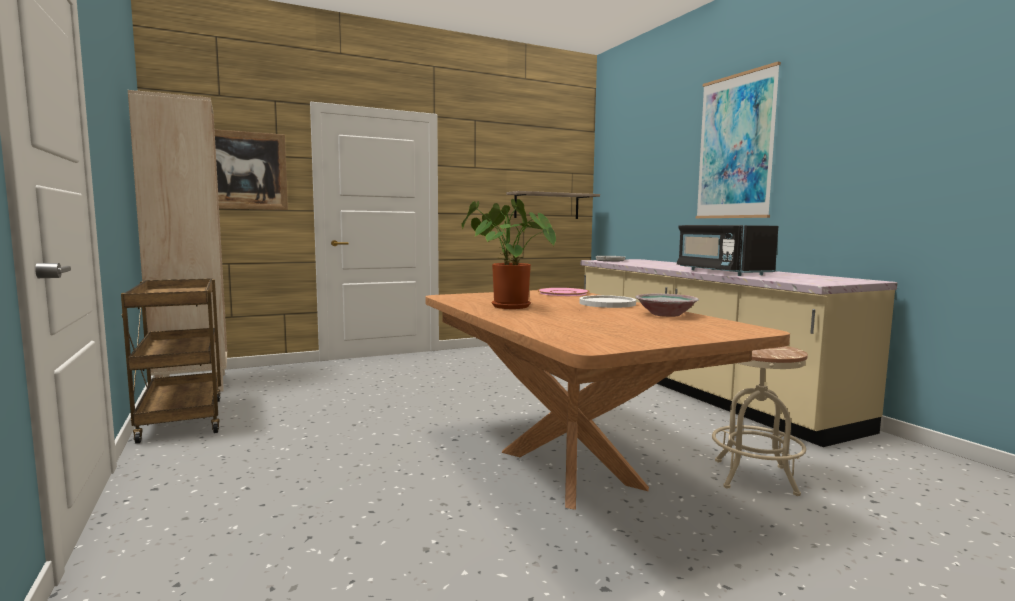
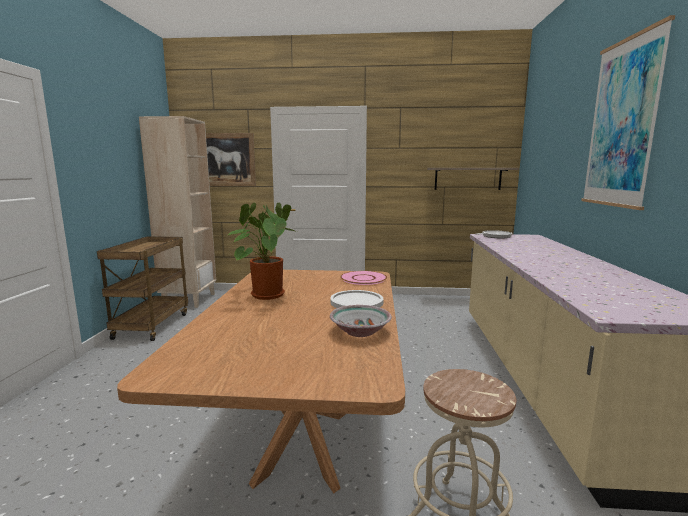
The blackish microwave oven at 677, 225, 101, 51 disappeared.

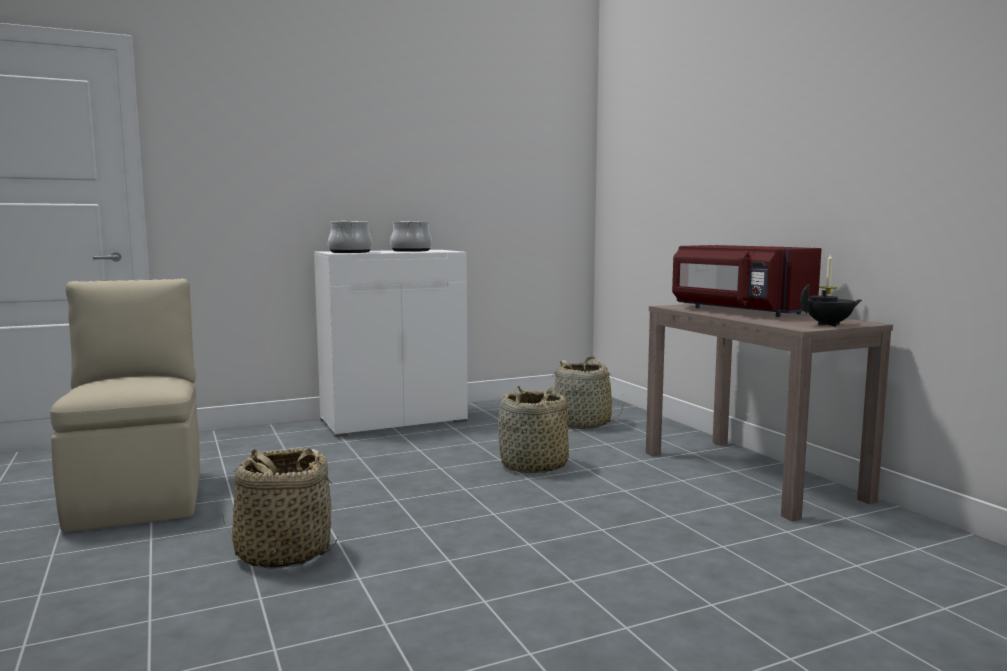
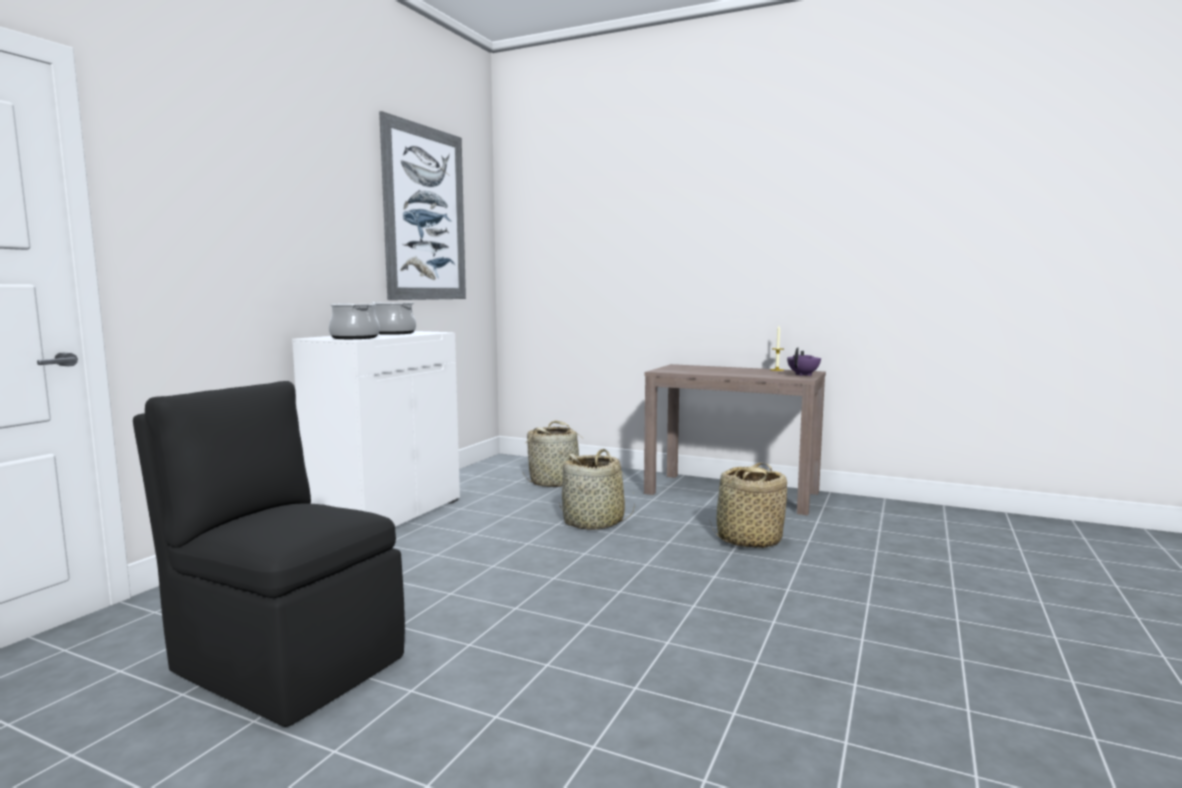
The sand-coloured chair at 50, 279, 150, 253 became the blackish chair at 133, 381, 272, 346.
The basket moved from 221, 448, 118, 121 to 710, 463, 77, 86.
The reddish microwave oven at 672, 245, 149, 72 disappeared.
The blackish pot for tea at 800, 284, 62, 43 became the purplish pot for tea at 787, 347, 34, 29.
The wall art at 379, 111, 87, 189 appeared.

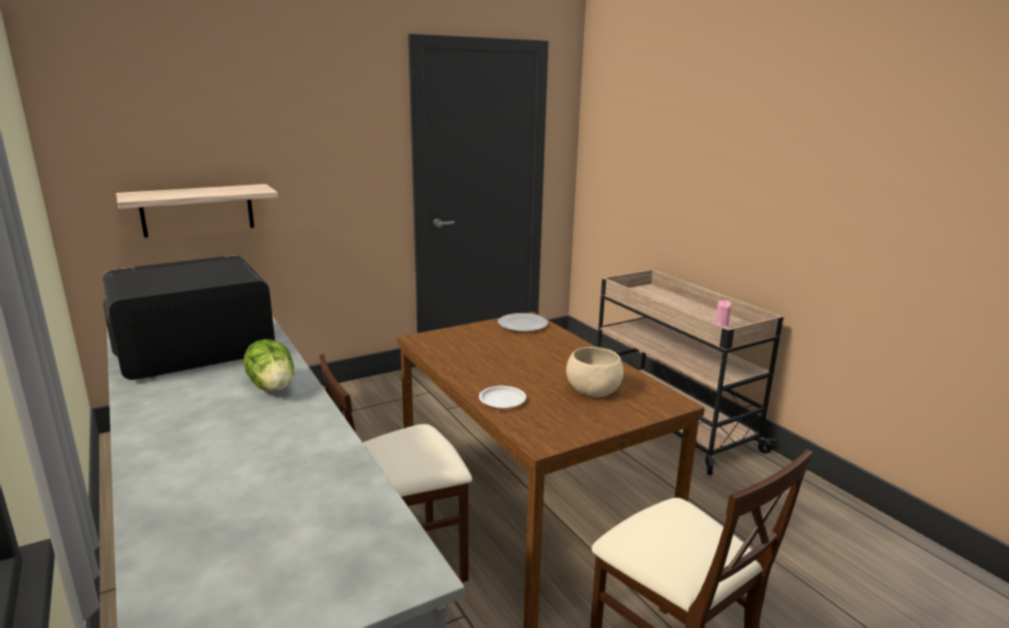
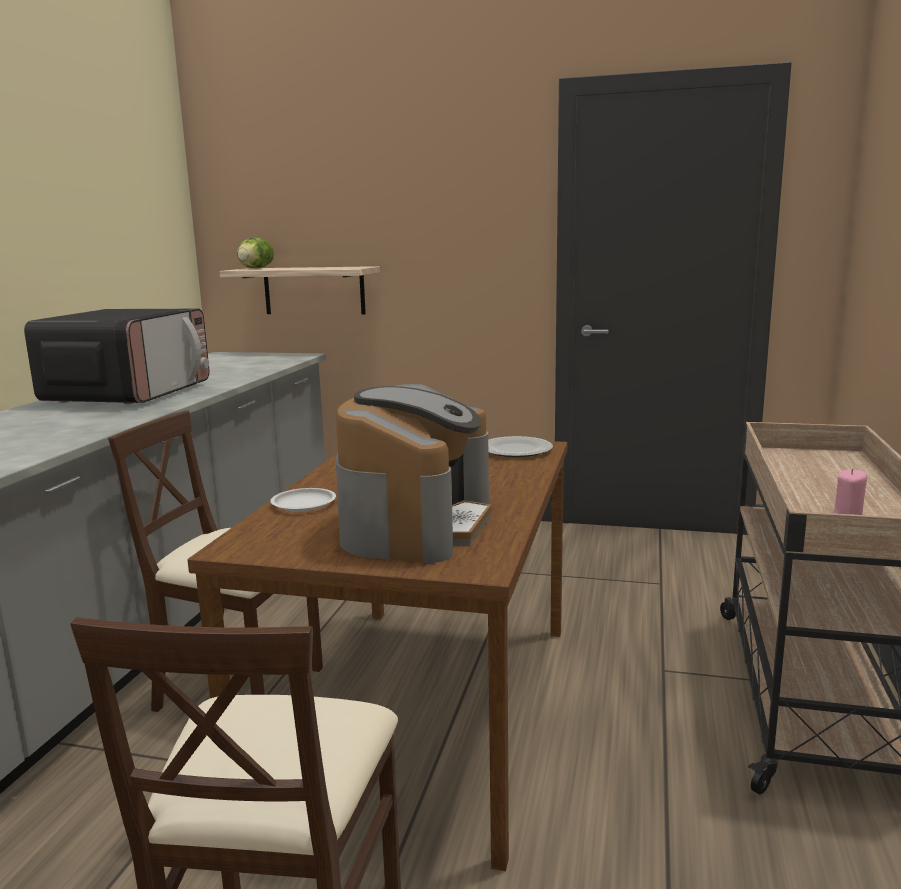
The microwave oven at 103, 255, 172, 125 turned 90 degrees clockwise.
The lettuce moved from 244, 339, 50, 53 to 237, 237, 37, 32.
The sand-coloured serving bowl at 566, 347, 58, 50 was replaced by the coffee brewer at 335, 384, 156, 179.

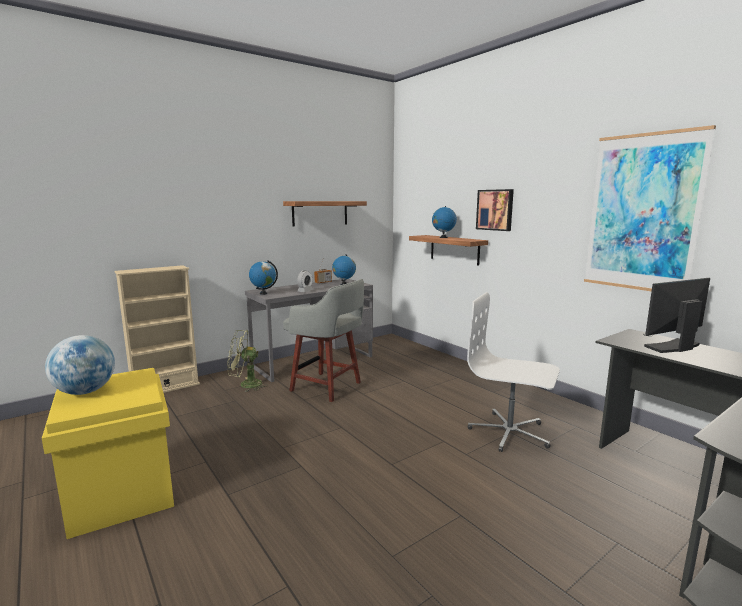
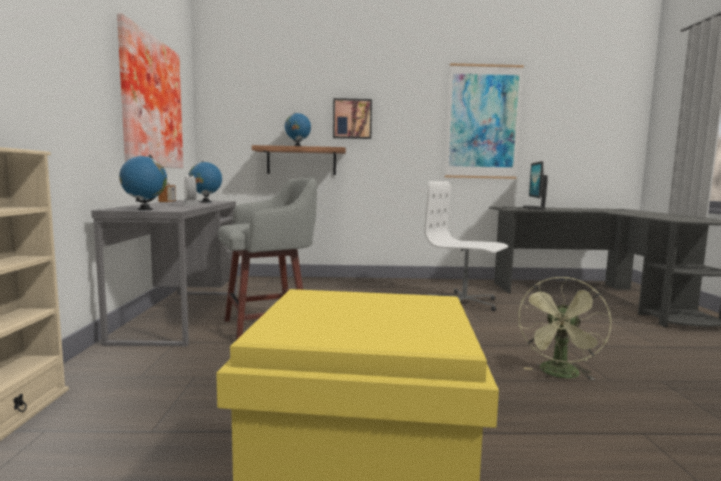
The world globe at 45, 335, 70, 60 disappeared.
The green-coloured cooling fan moved from 227, 330, 41, 62 to 518, 277, 93, 103.
The shelf at 283, 201, 84, 26 was replaced by the wall art at 117, 14, 66, 154.
The white desk chair at 467, 292, 93, 160 turned 60 degrees clockwise.

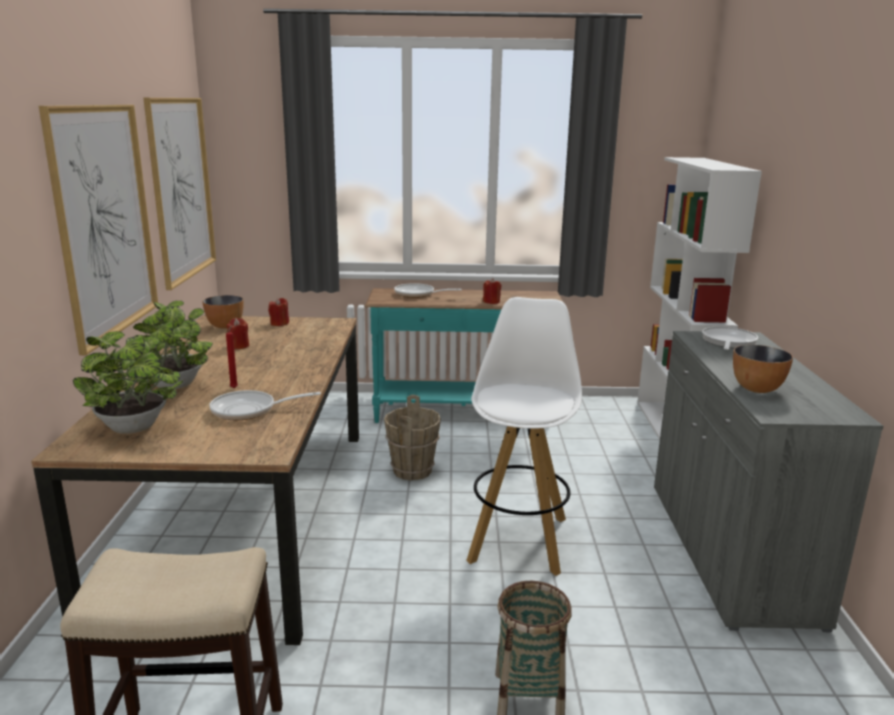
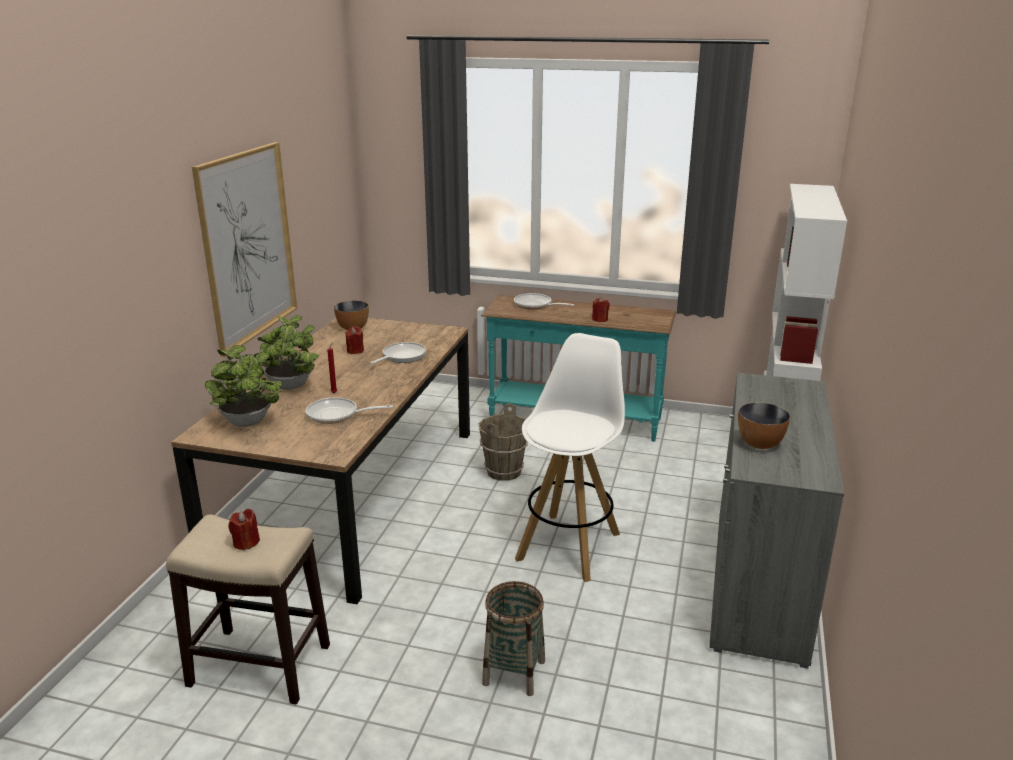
The wall art at 144, 98, 72, 192 disappeared.
The reddish wax candle moved from 268, 298, 21, 28 to 228, 509, 32, 41.
The pan moved from 702, 327, 56, 23 to 371, 342, 55, 22.

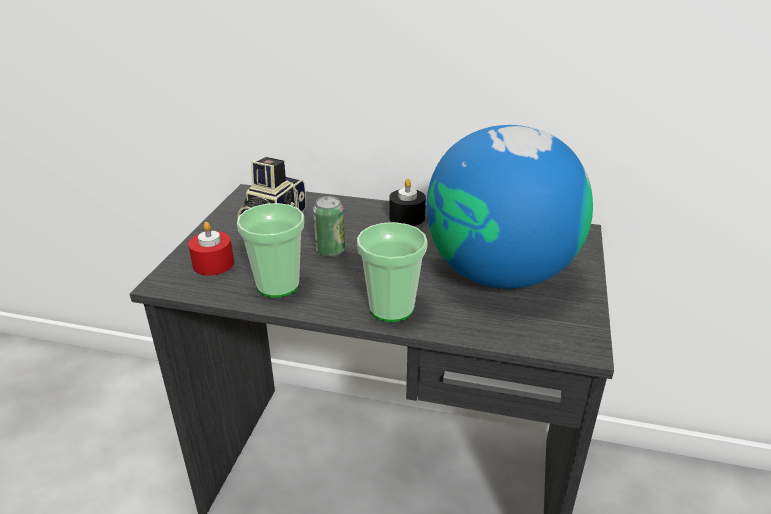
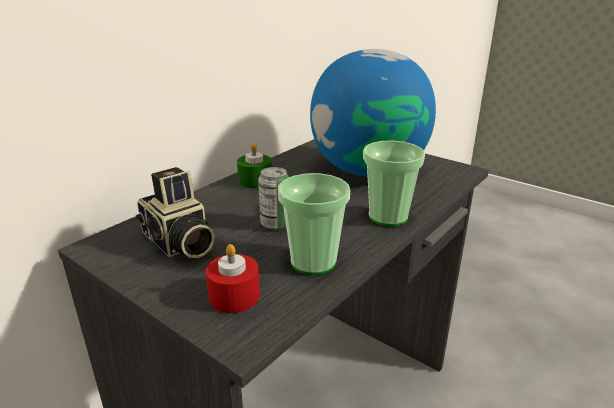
The blackish wax candle at 389, 179, 37, 47 became the green-coloured wax candle at 237, 143, 35, 45.

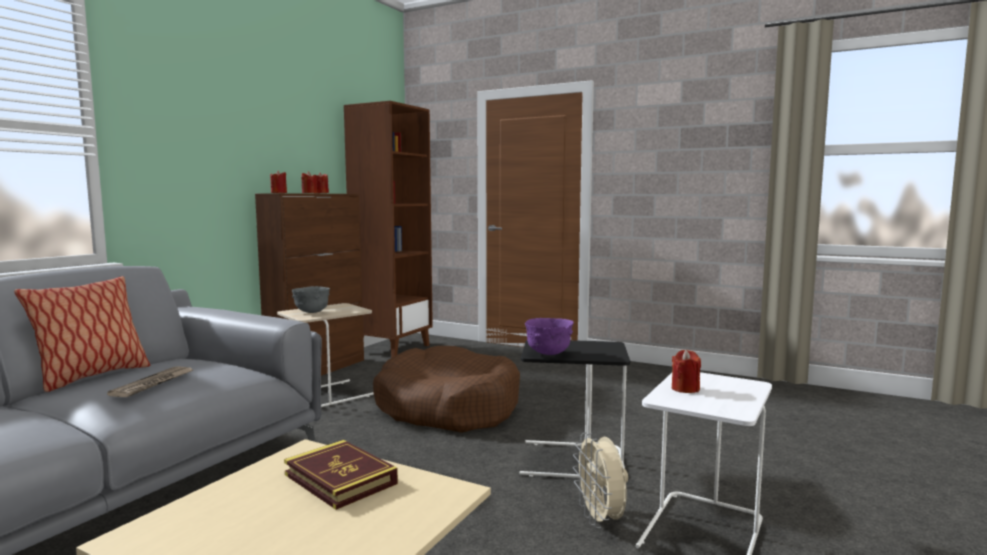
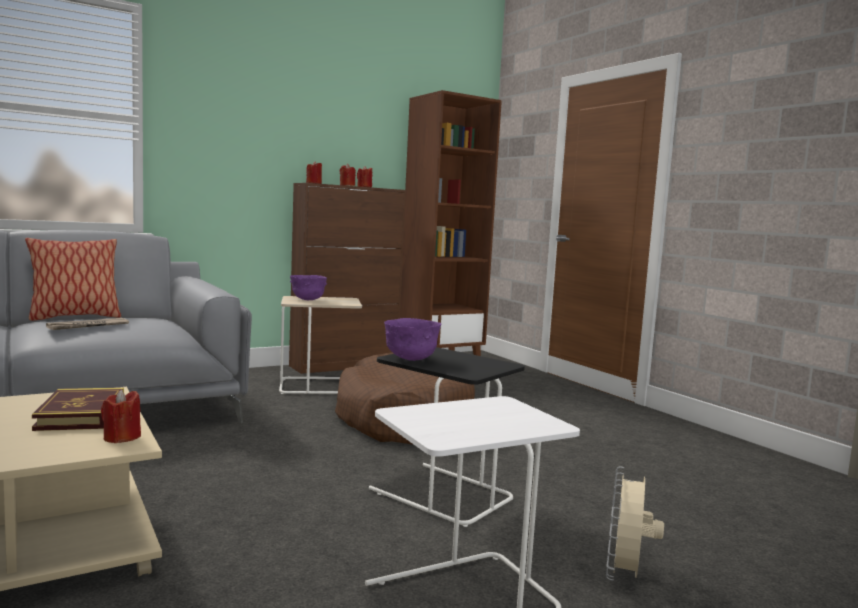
The gray serving bowl at 292, 286, 38, 27 became the purplish serving bowl at 290, 275, 37, 25.
The sand-coloured cooling fan moved from 573, 432, 55, 96 to 606, 466, 58, 115.
The reddish wax candle moved from 672, 350, 29, 43 to 101, 389, 40, 54.

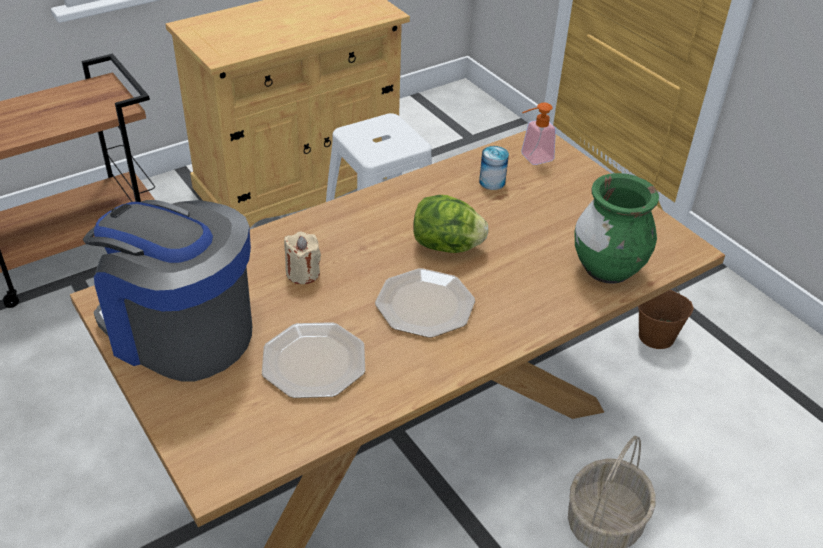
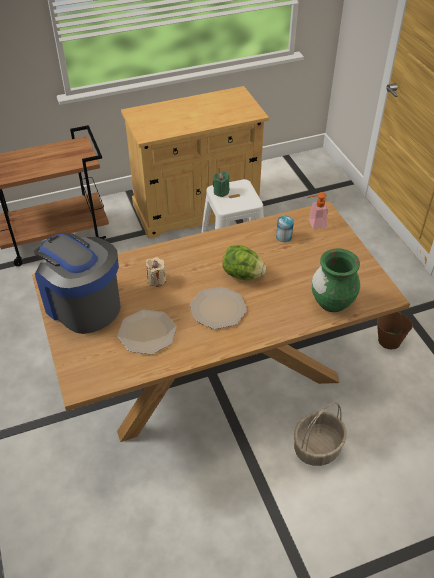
The green-coloured wax candle at 212, 171, 17, 26 appeared.

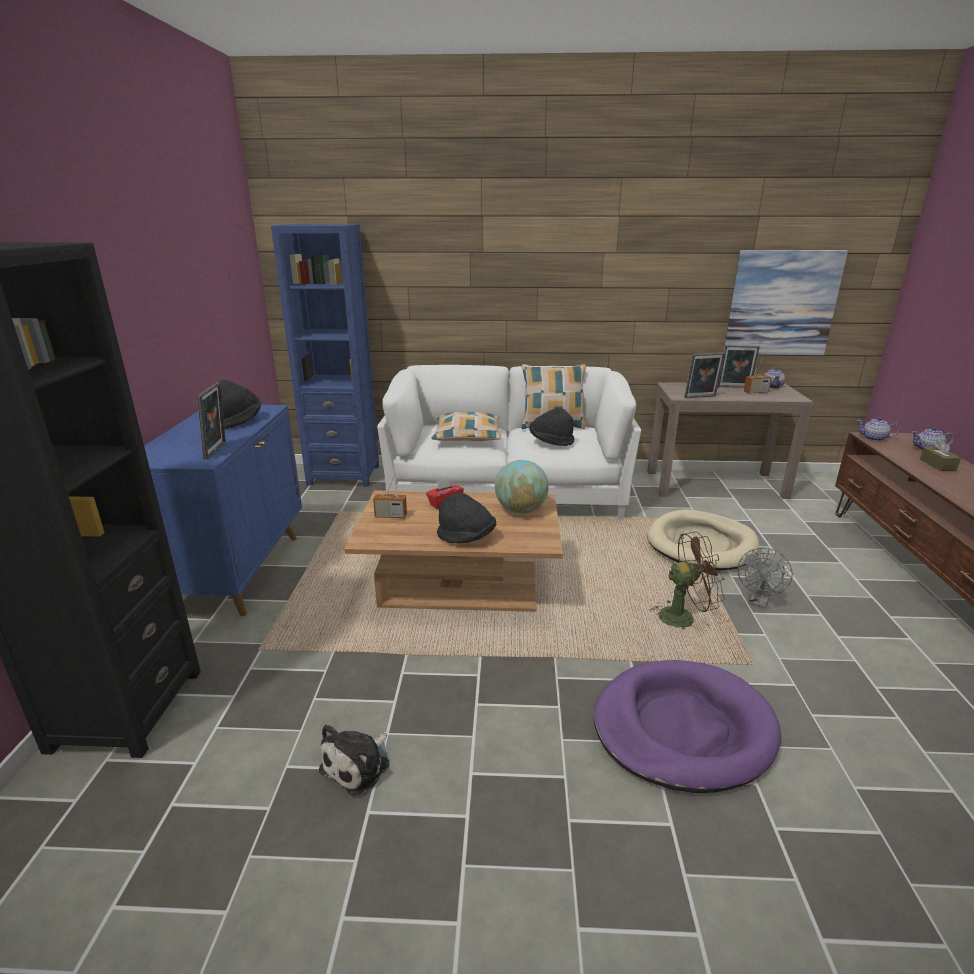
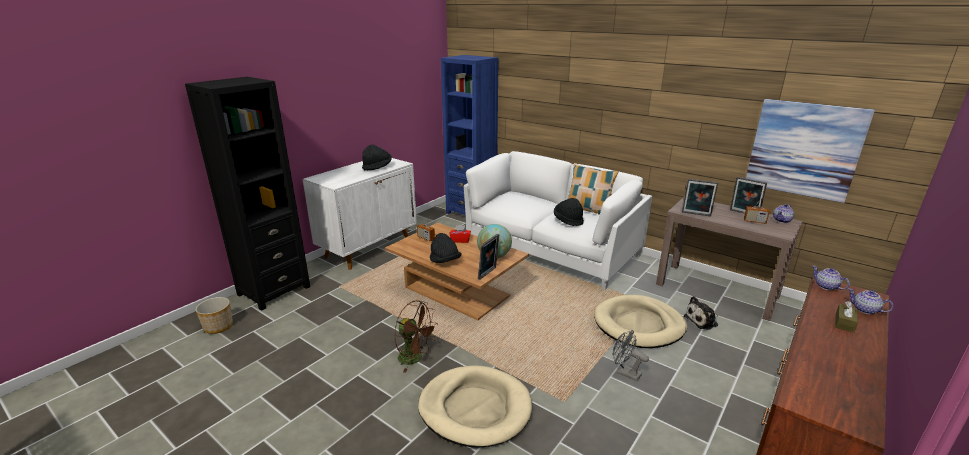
The blue cabinet at 144, 405, 158, 211 became the white cabinet at 303, 158, 114, 112.
The picture frame moved from 197, 382, 29, 78 to 478, 234, 21, 46.
The cuddly toy moved from 319, 724, 70, 72 to 684, 296, 34, 34.
The pillow at 431, 412, 70, 29 disappeared.
The purplish dog bed at 594, 660, 187, 133 became the sand-coloured dog bed at 418, 365, 114, 83.
The brownish cooling fan moved from 649, 532, 76, 98 to 394, 300, 43, 72.
The gray cooling fan at 738, 548, 55, 60 turned 60 degrees clockwise.
The plant pot at 195, 297, 38, 37 appeared.

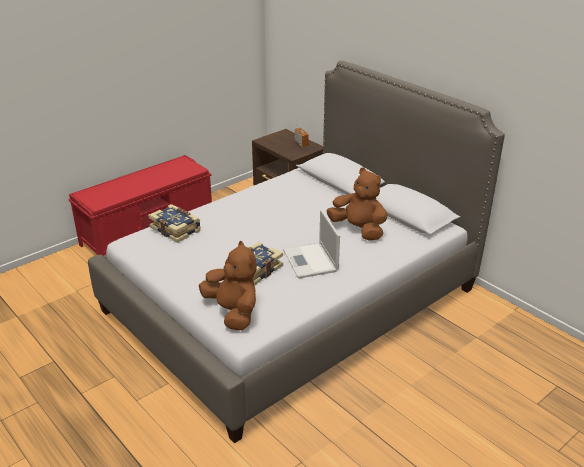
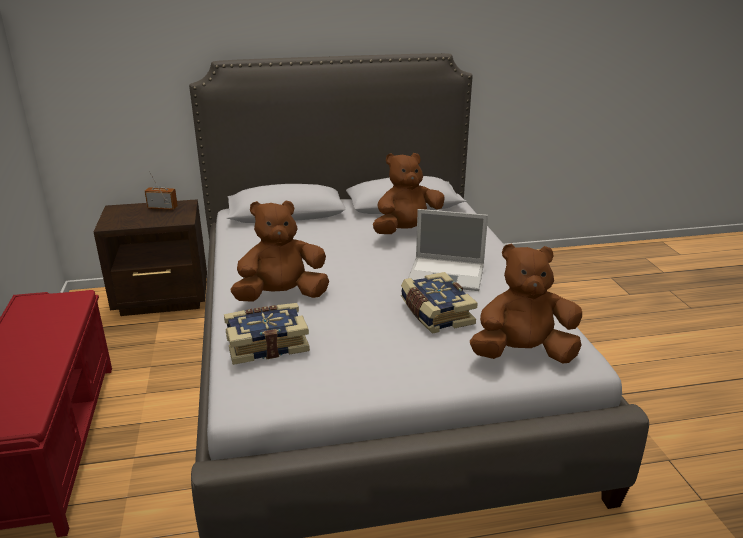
The brownish cuddly toy at 230, 200, 99, 102 appeared.

